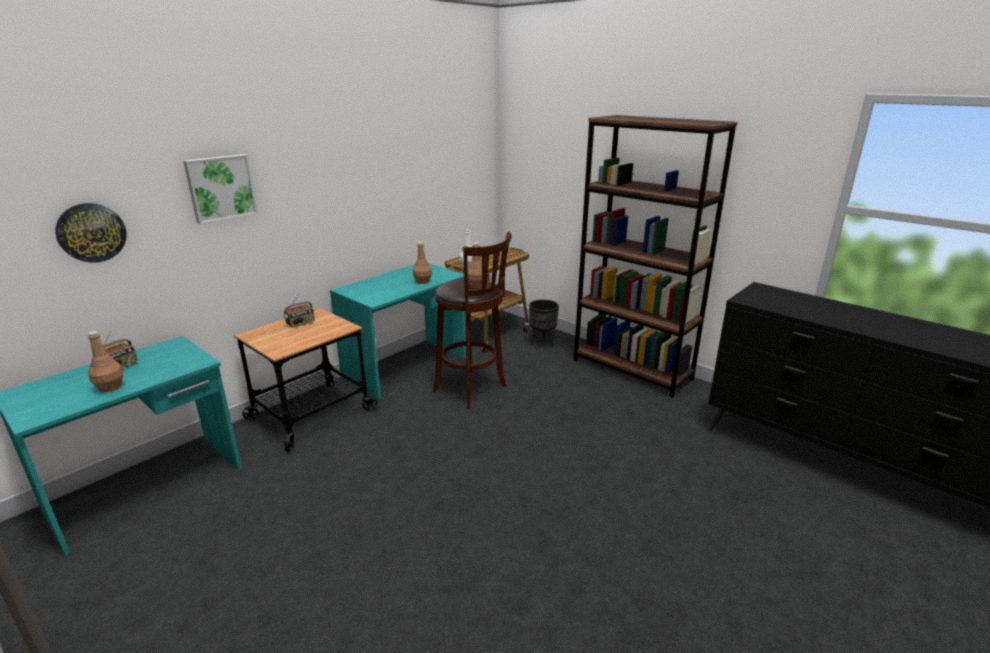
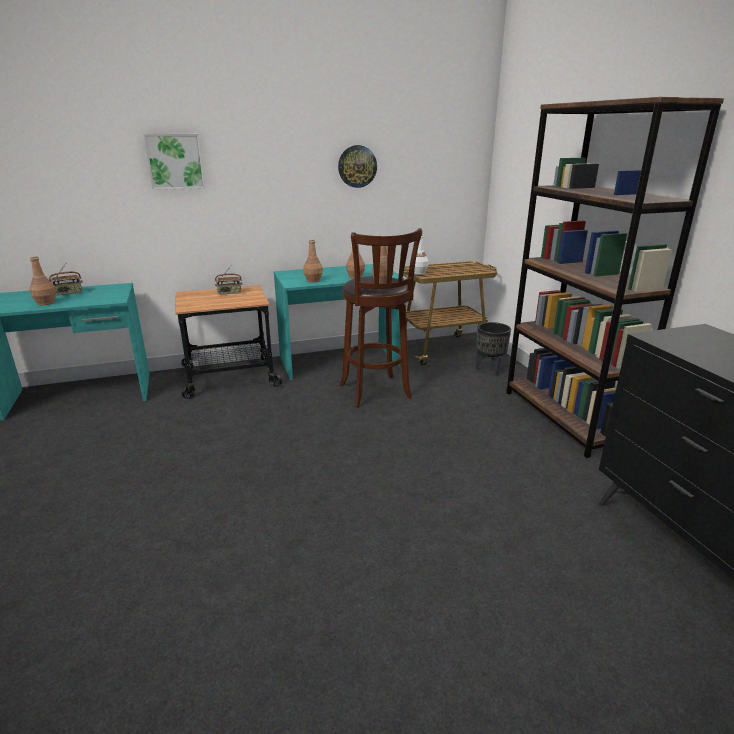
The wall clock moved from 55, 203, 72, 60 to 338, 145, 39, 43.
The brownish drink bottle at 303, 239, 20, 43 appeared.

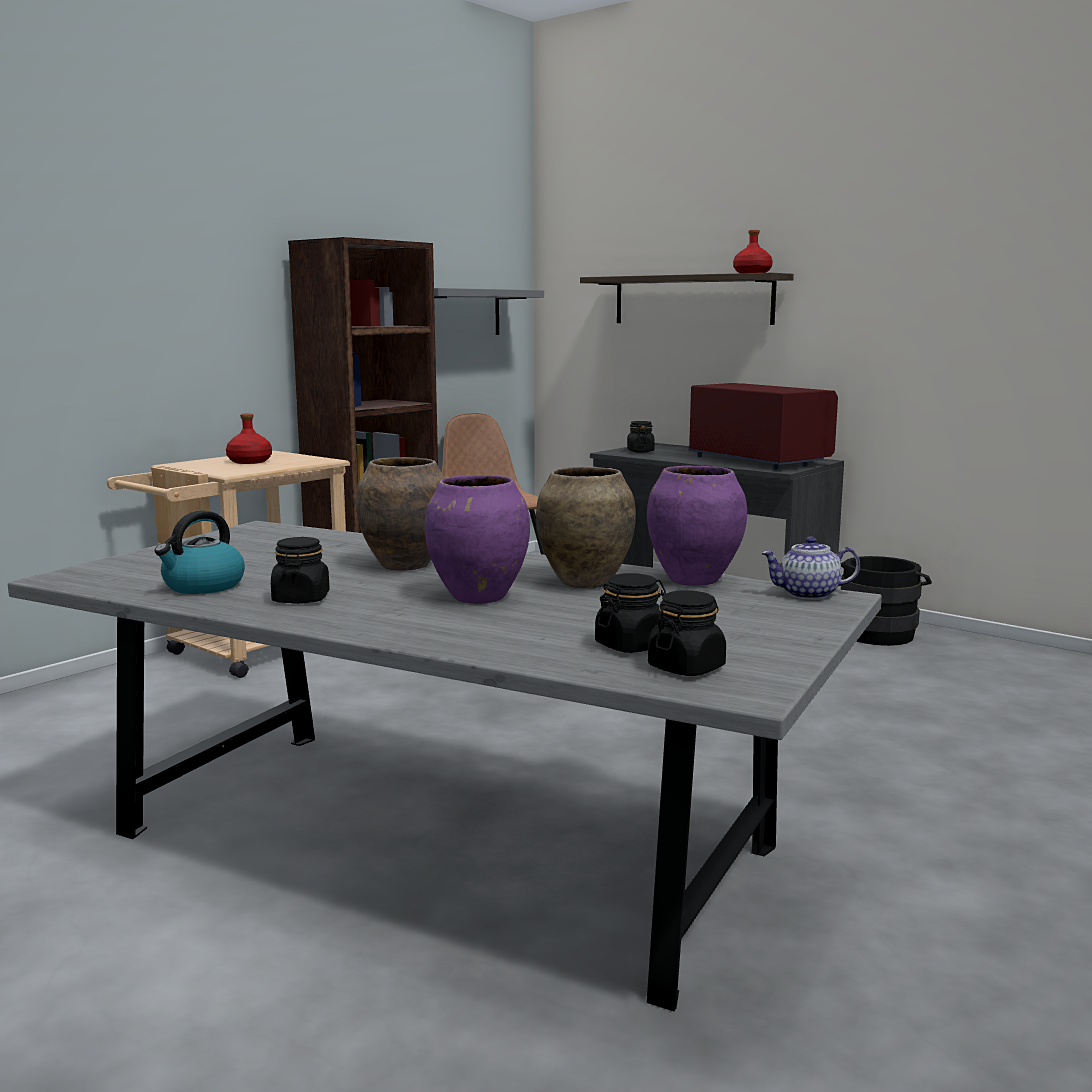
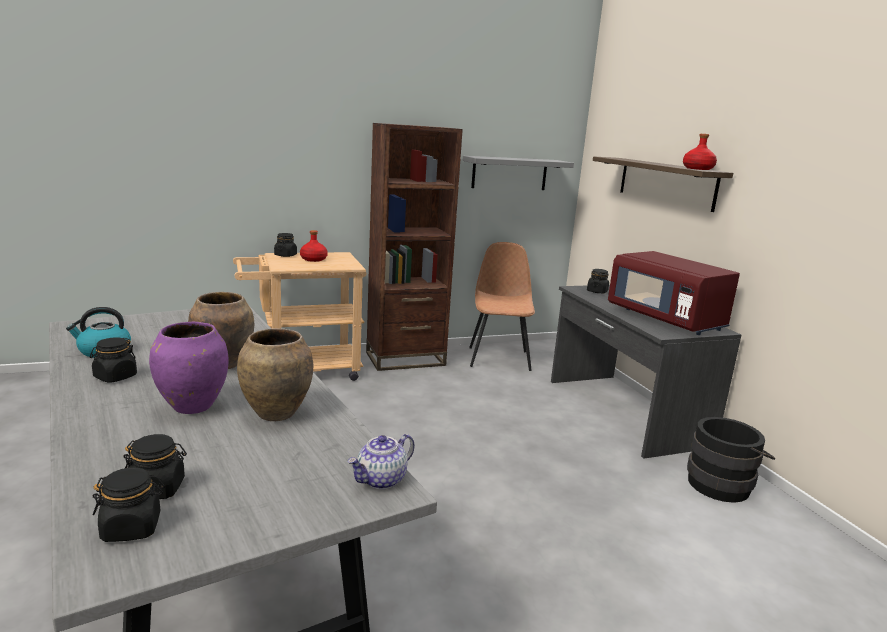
The purplish decorative vase at 647, 466, 100, 120 disappeared.
The reddish microwave oven at 689, 383, 149, 87 turned 150 degrees clockwise.
The pot for tea at 761, 537, 99, 63 turned 75 degrees counterclockwise.
The blackish jar at 274, 233, 23, 24 appeared.

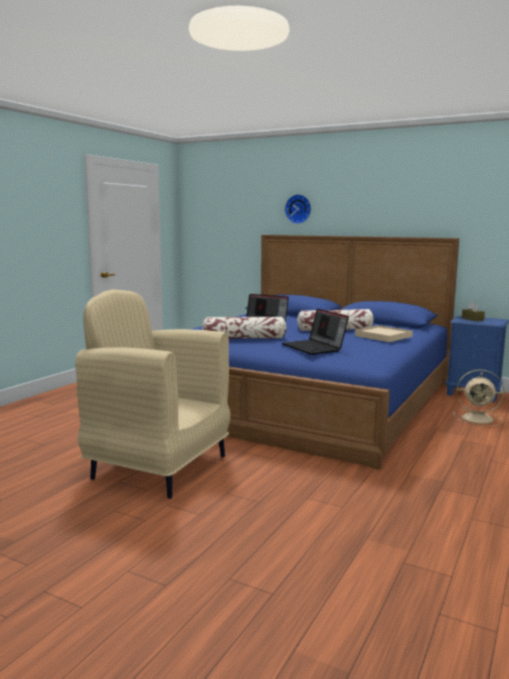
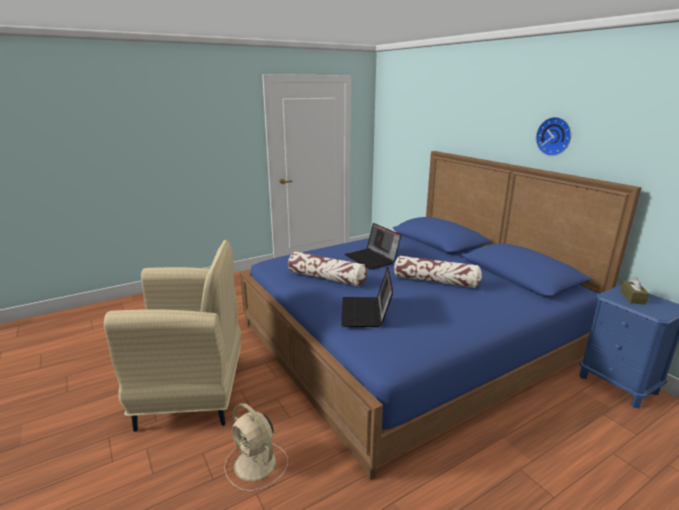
The sand-coloured armchair at 75, 289, 156, 210 turned 120 degrees clockwise.
The wall clock moved from 285, 194, 26, 30 to 536, 117, 35, 39.
The sand-coloured carrying tray at 355, 325, 58, 17 disappeared.
The sand-coloured cooling fan moved from 453, 369, 51, 57 to 224, 403, 64, 88.

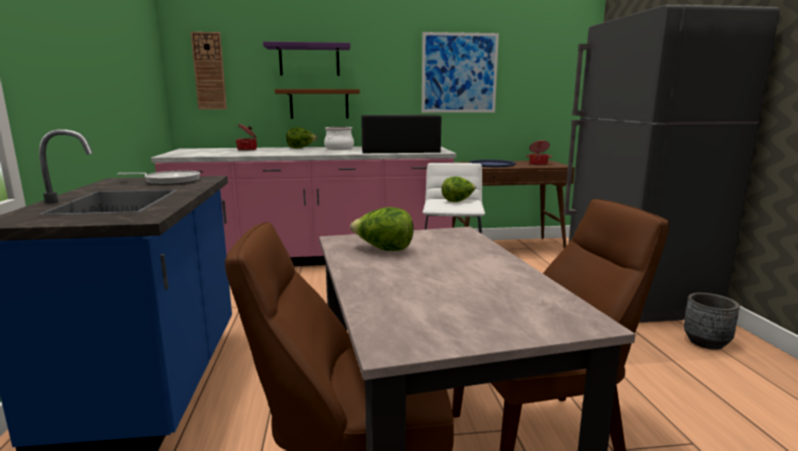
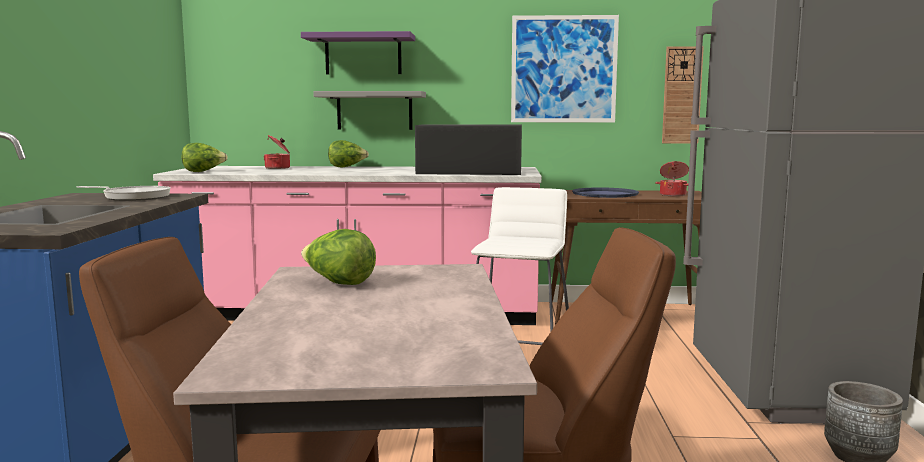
The wall clock moved from 191, 32, 36, 77 to 662, 46, 42, 98.
The brownish shelf at 275, 89, 85, 30 became the gray shelf at 313, 91, 113, 39.
The saucepot at 324, 127, 30, 23 disappeared.
The lettuce moved from 441, 177, 35, 25 to 181, 143, 47, 29.

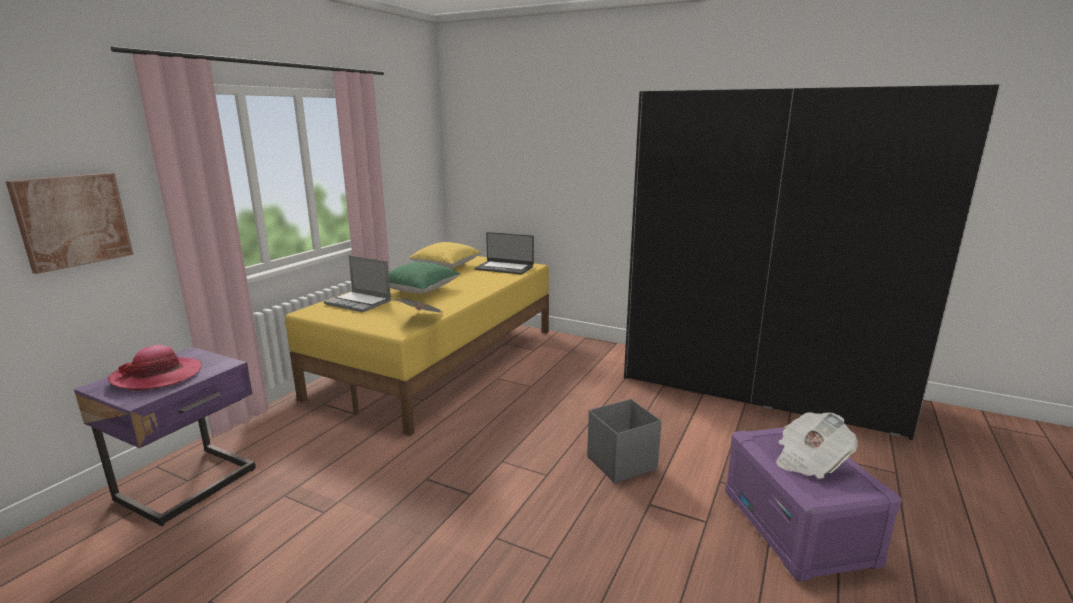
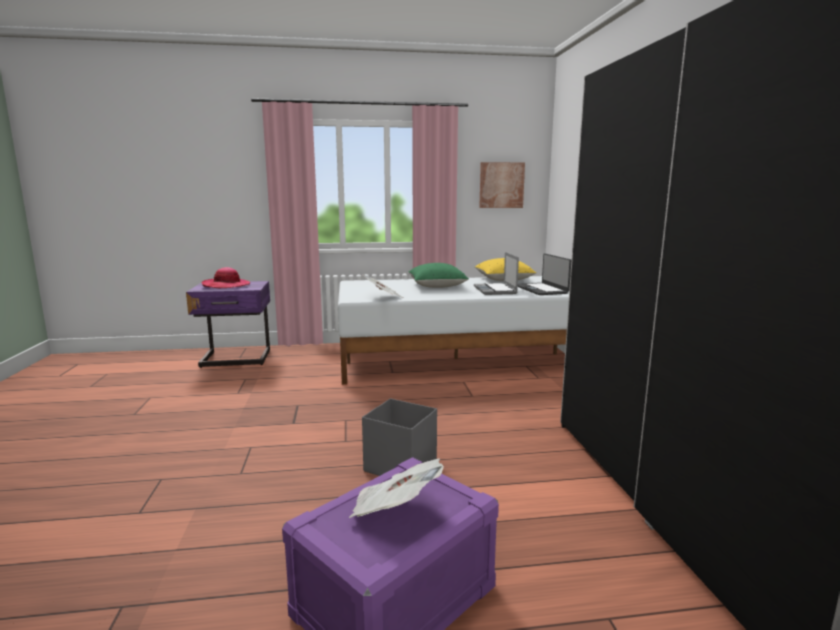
The wall art moved from 6, 173, 127, 101 to 479, 162, 46, 46.
The yellow-coloured sleeping bed at 285, 256, 264, 180 became the white sleeping bed at 338, 276, 231, 109.
The laptop moved from 324, 255, 67, 57 to 474, 252, 45, 43.

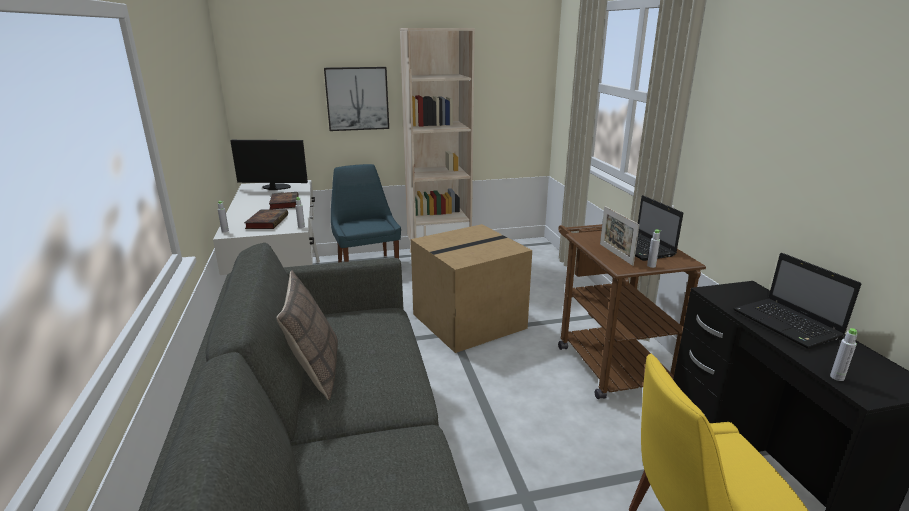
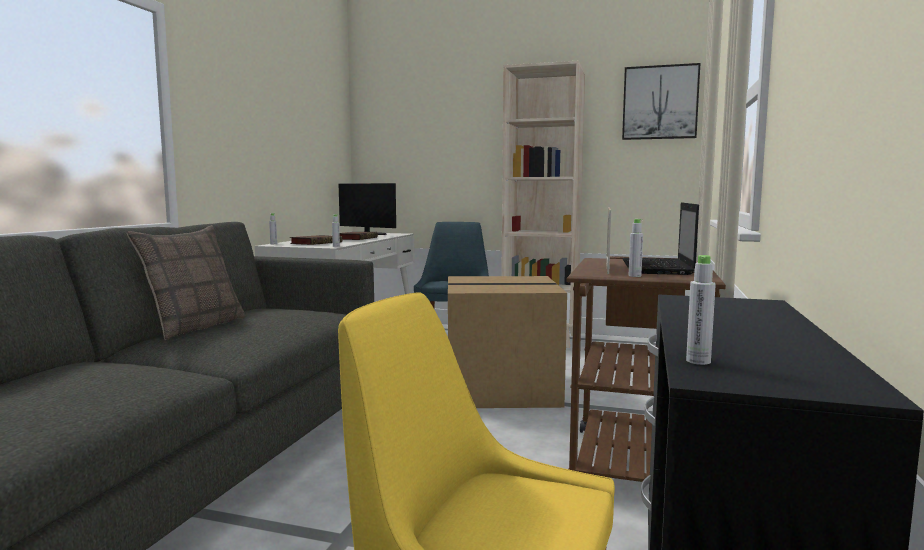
The wall art moved from 324, 67, 65, 64 to 622, 63, 78, 77.
The laptop at 734, 253, 127, 96 disappeared.

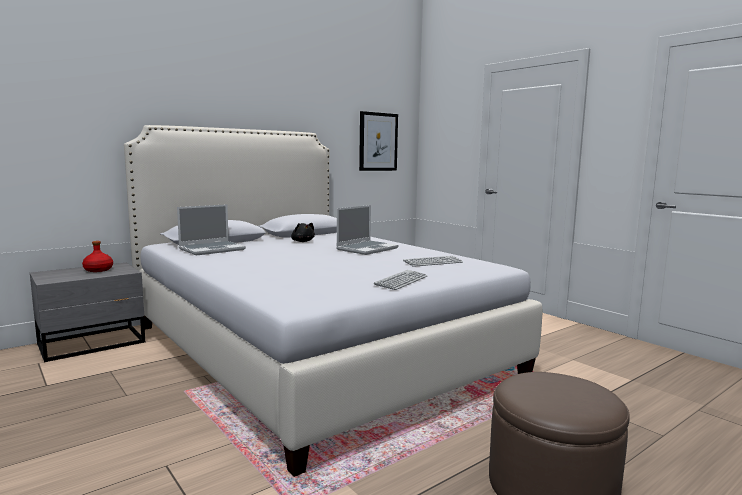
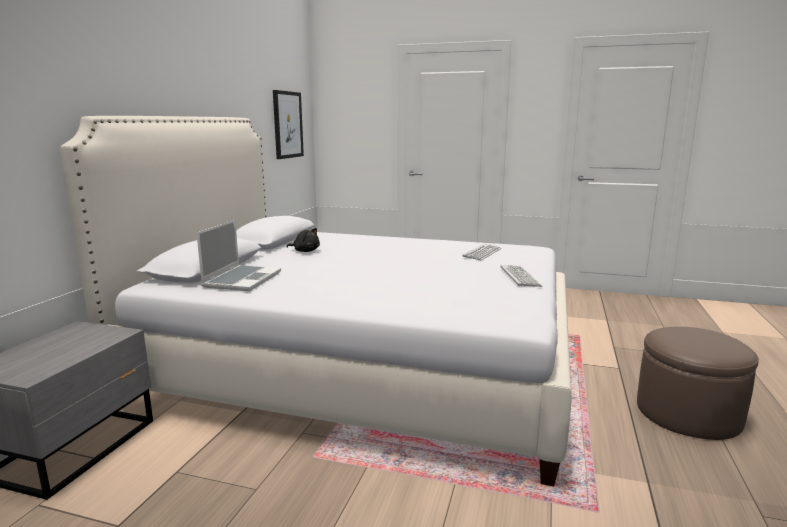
The reddish drink bottle at 82, 241, 31, 31 disappeared.
The laptop at 336, 205, 62, 50 disappeared.

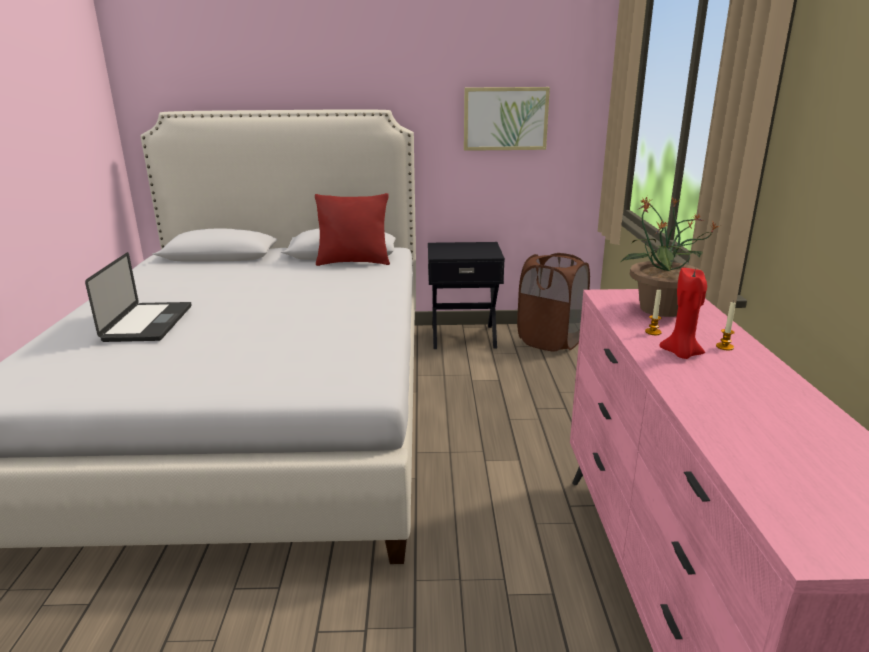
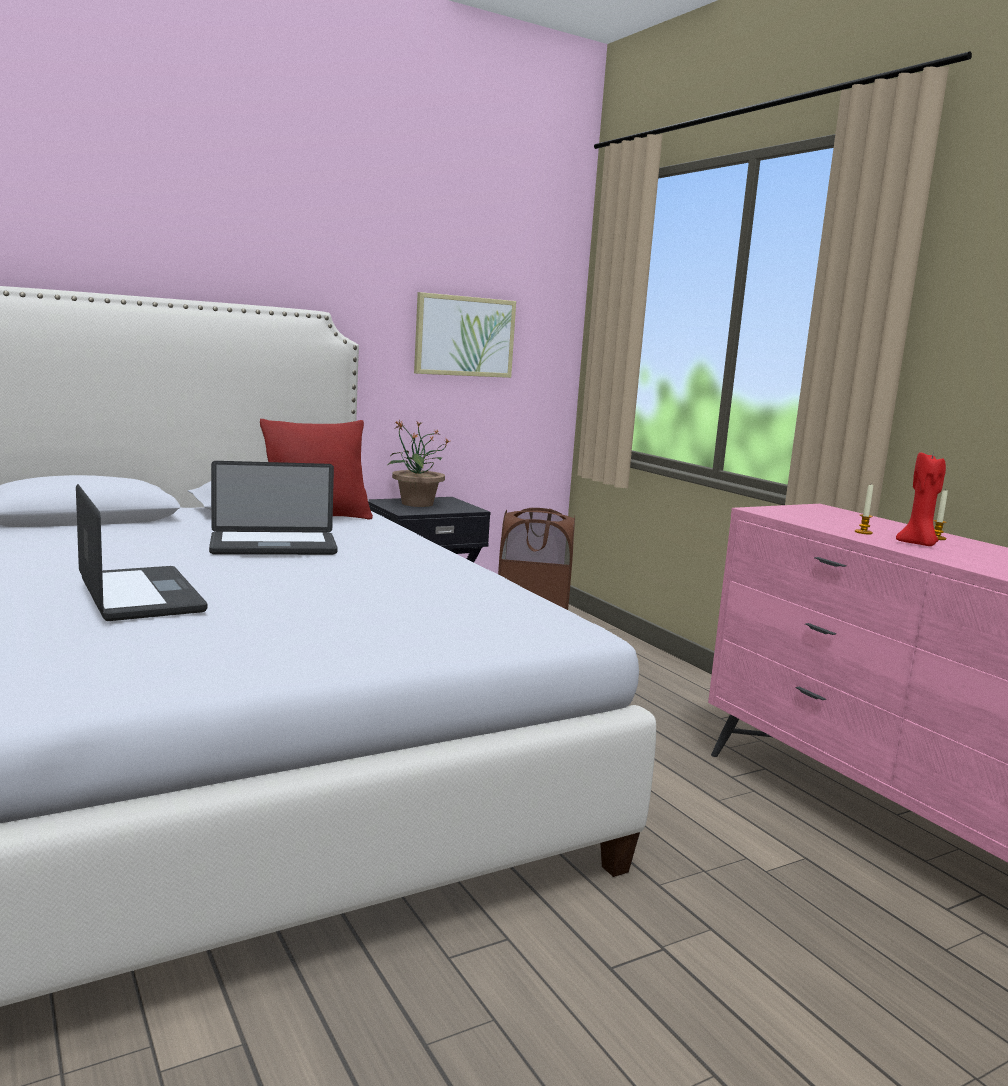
The potted plant moved from 621, 197, 98, 120 to 388, 419, 62, 88.
The laptop at 209, 461, 129, 94 appeared.

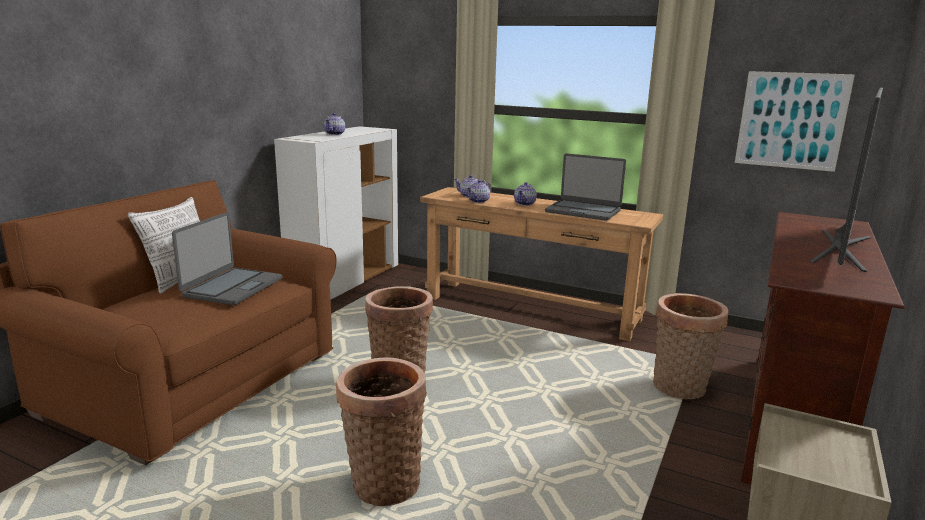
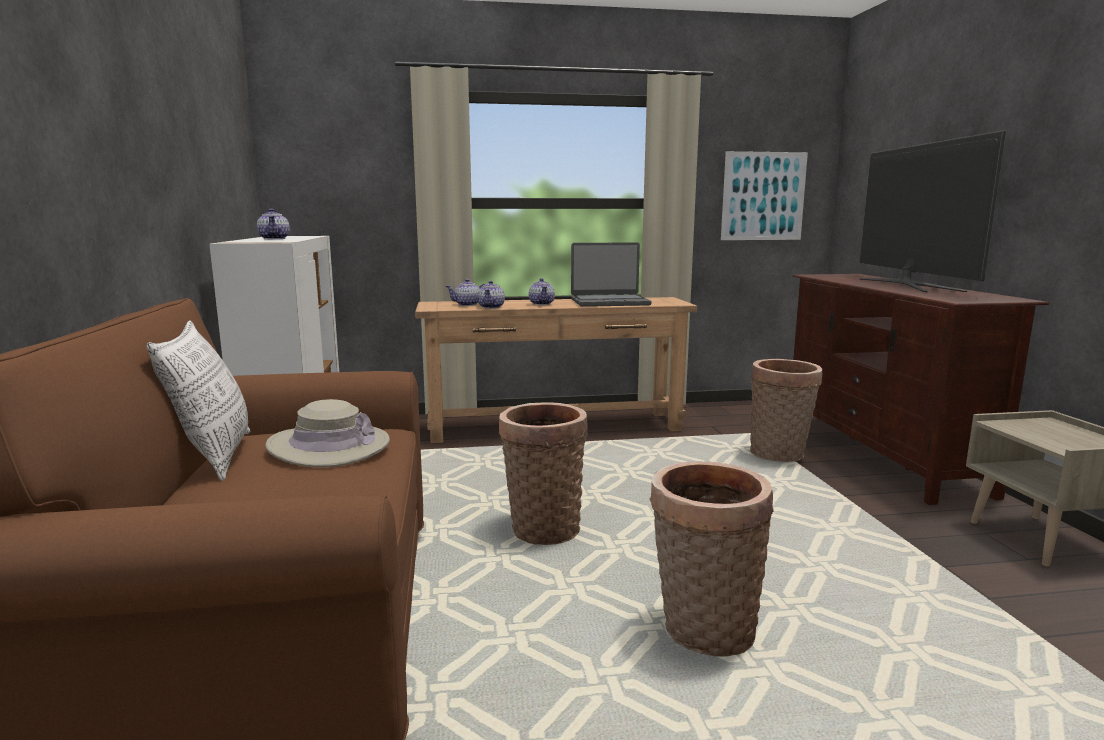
The laptop at 172, 212, 110, 93 was replaced by the sand-coloured wearable hat at 265, 399, 125, 68.

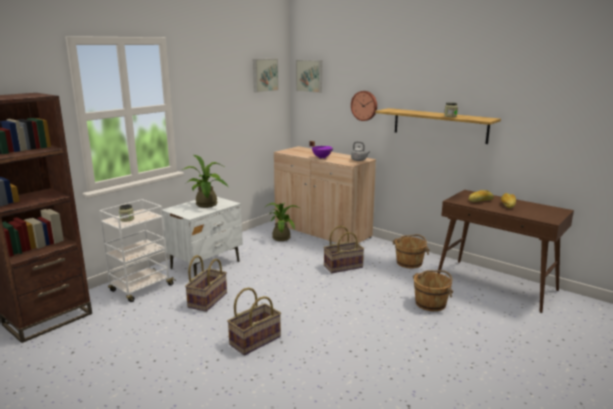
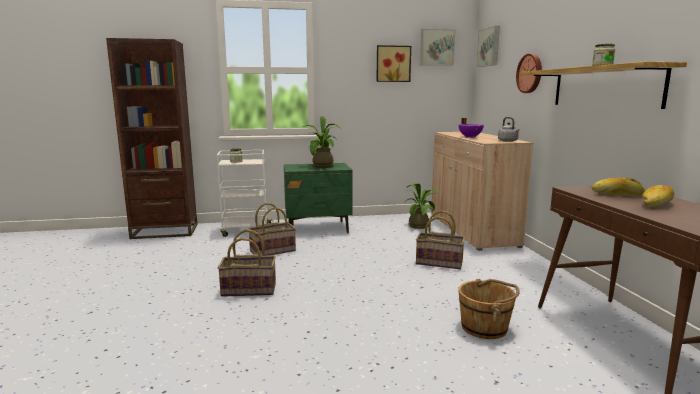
The white bedside table at 161, 197, 82, 80 became the green-coloured bedside table at 284, 163, 69, 70.
The brownish pail at 392, 234, 38, 34 disappeared.
The wall art at 376, 45, 35, 37 appeared.

